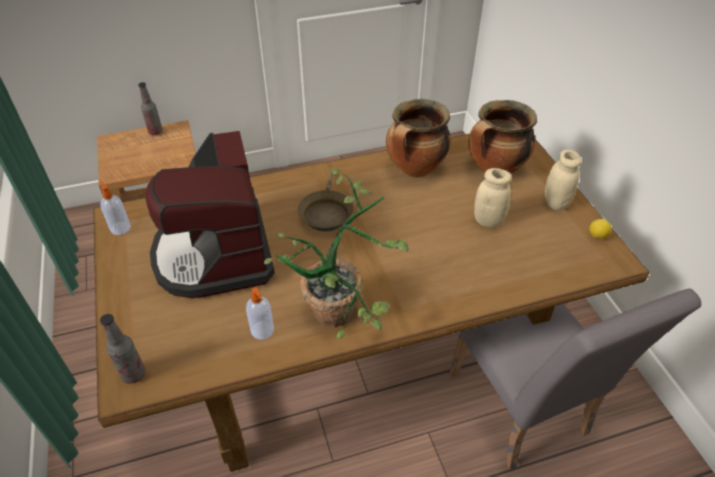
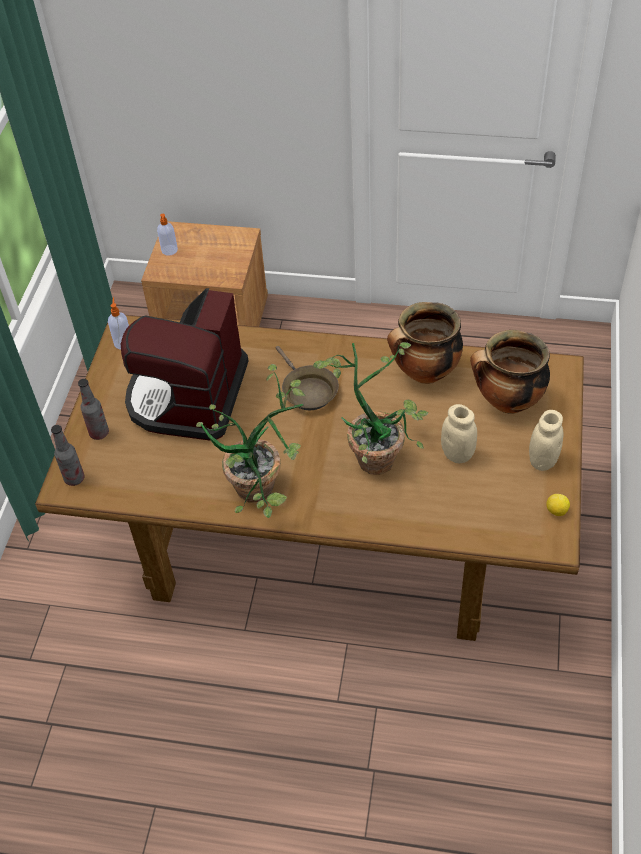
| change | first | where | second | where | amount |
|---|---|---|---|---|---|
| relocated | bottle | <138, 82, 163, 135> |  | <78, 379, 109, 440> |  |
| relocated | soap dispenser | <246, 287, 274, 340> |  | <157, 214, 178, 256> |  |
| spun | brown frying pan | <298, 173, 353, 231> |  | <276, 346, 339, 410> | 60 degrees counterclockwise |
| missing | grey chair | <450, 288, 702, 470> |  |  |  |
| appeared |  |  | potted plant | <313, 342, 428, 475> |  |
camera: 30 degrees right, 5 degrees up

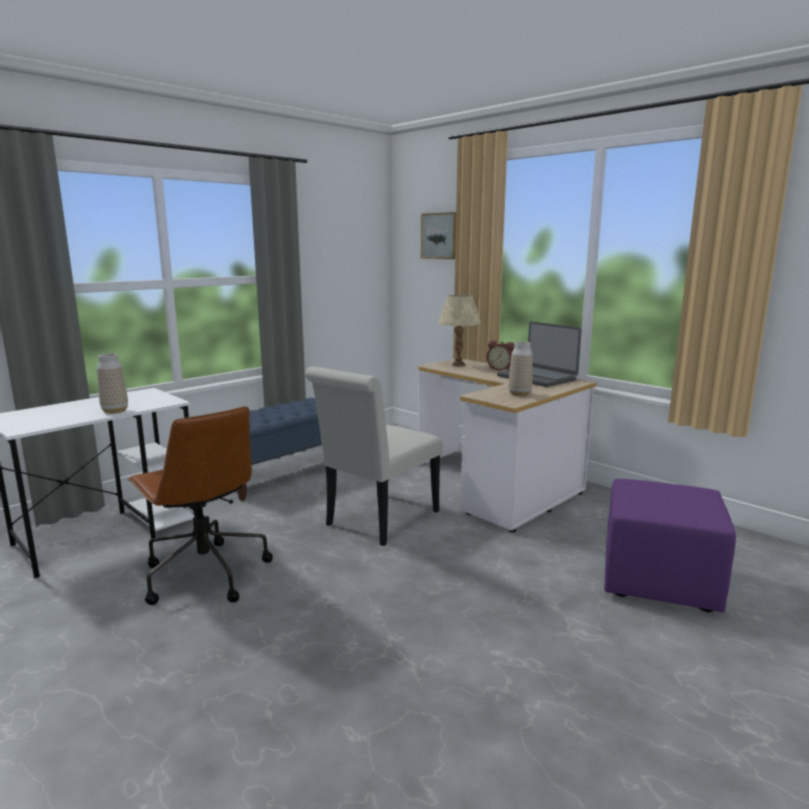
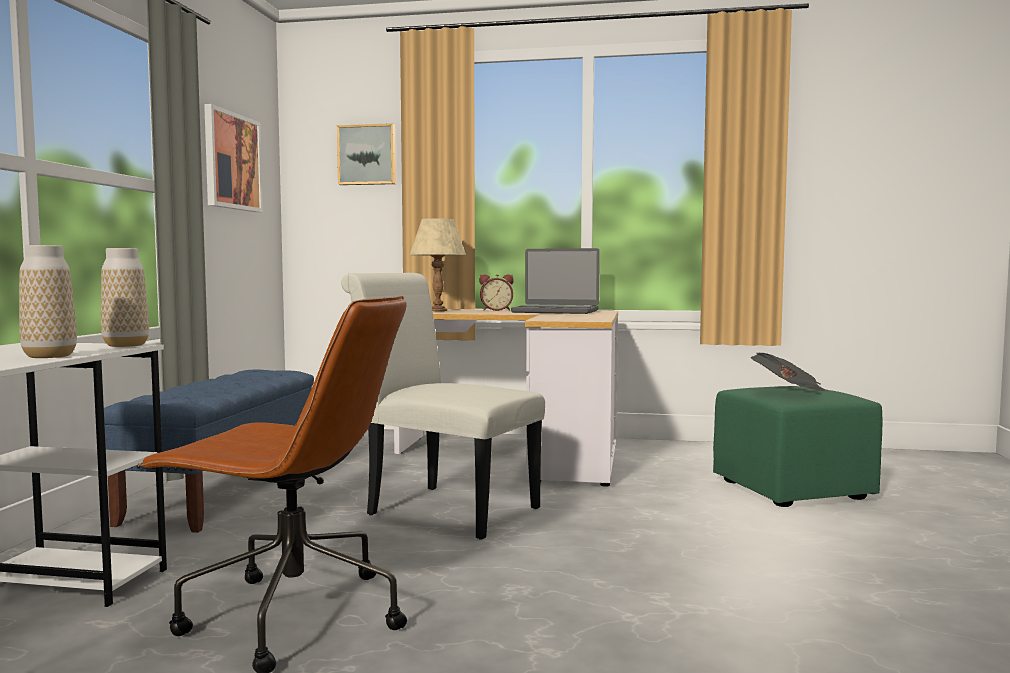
| change | first | where | second | where | amount |
|---|---|---|---|---|---|
| spun | white chair | <305, 367, 443, 546> |  | <341, 273, 545, 540> | 120 degrees clockwise |
| relocated | vase | <509, 342, 533, 396> |  | <101, 248, 149, 347> |  |
| colour | purple ottoman | <604, 479, 736, 613> | green ottoman | <713, 386, 882, 507> |  |
| appeared |  |  | picture | <204, 104, 263, 212> |  |
| appeared |  |  | newspaper | <751, 353, 827, 391> |  |
camera: 35 degrees left, 10 degrees down

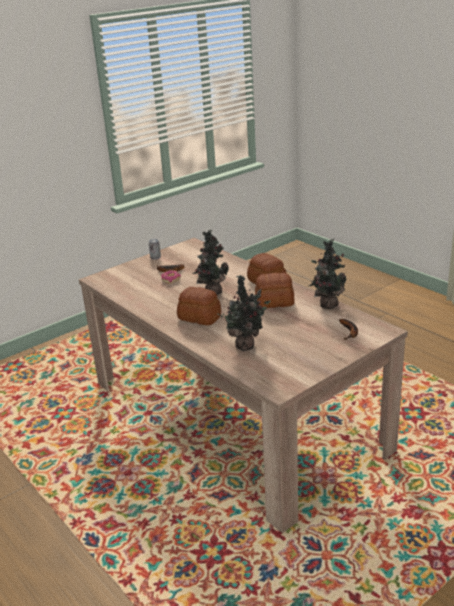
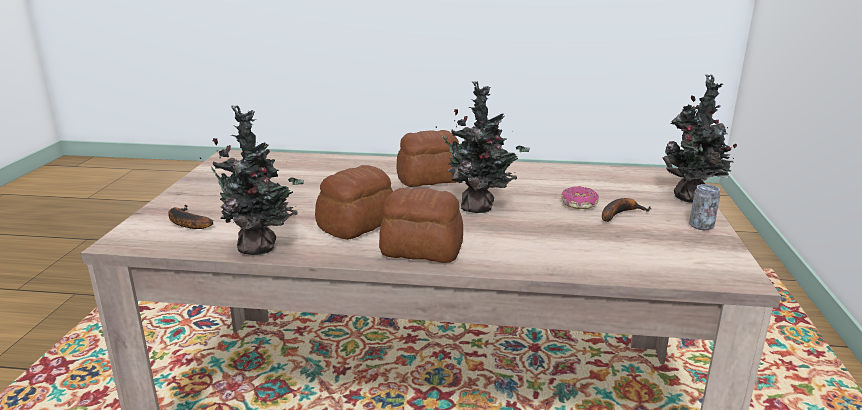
| change | first | where | second | where | amount |
|---|---|---|---|---|---|
| relocated | potted plant | <217, 275, 271, 351> |  | <662, 74, 737, 203> |  |
camera: 135 degrees right, 5 degrees down

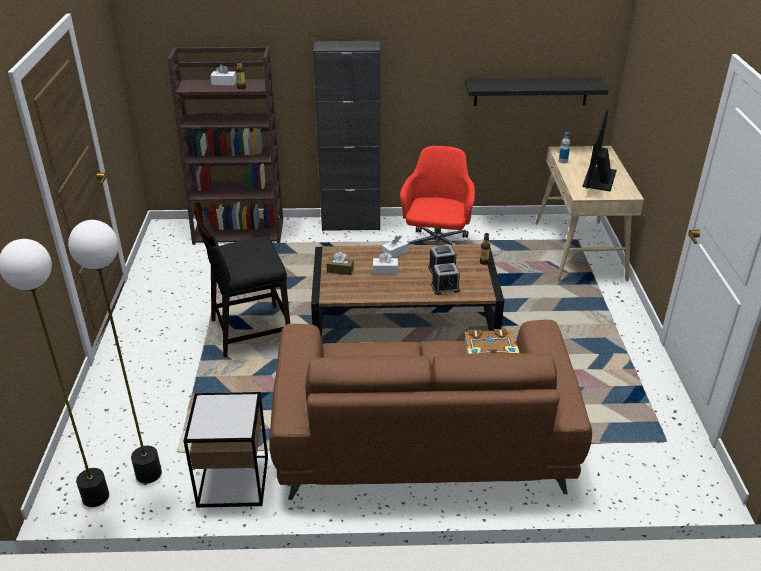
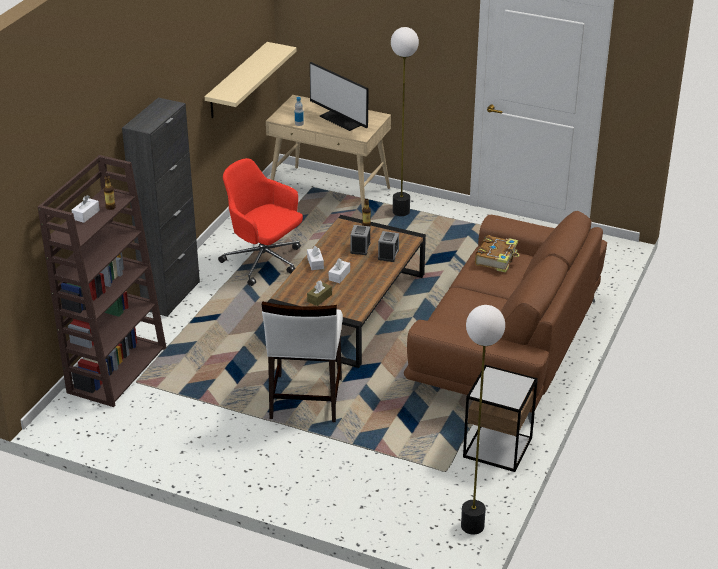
| change | first | where | second | where | amount |
|---|---|---|---|---|---|
| relocated | floor lamp | <68, 220, 162, 484> |  | <391, 27, 419, 216> |  |
| colour | black chair | <194, 202, 290, 357> | white chair | <262, 301, 343, 422> |  |
| colour | black shelf | <465, 77, 609, 106> | beige shelf | <205, 42, 297, 118> |  |
camera: 65 degrees left, 0 degrees up

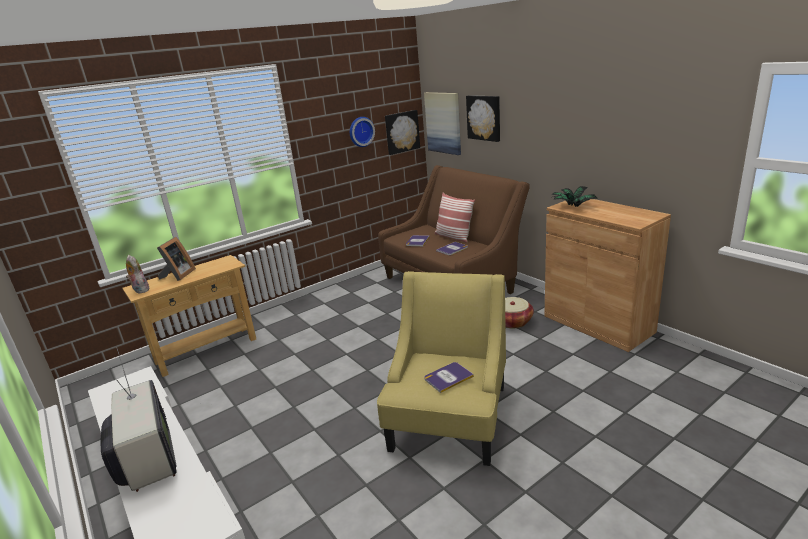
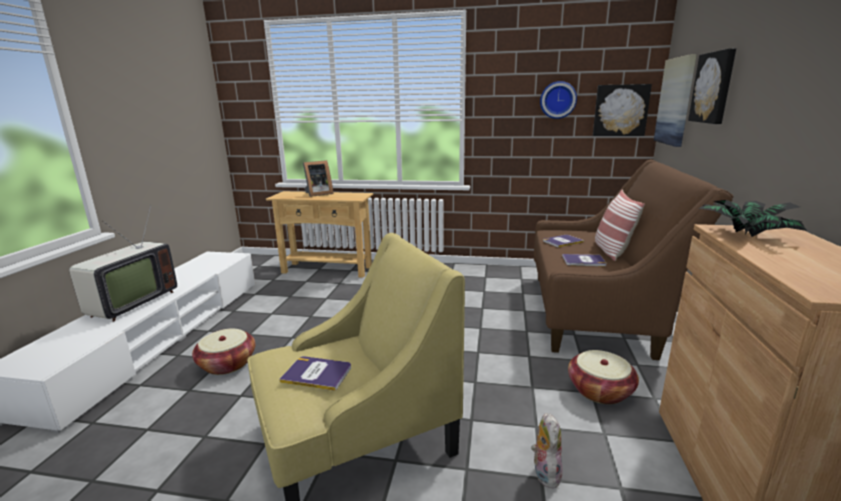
| change | first | where | second | where | amount |
|---|---|---|---|---|---|
| relocated | plush toy | <126, 255, 150, 294> |  | <531, 413, 563, 488> |  |
| appeared |  |  | basket | <192, 328, 255, 375> |  |
camera: 45 degrees right, 5 degrees down

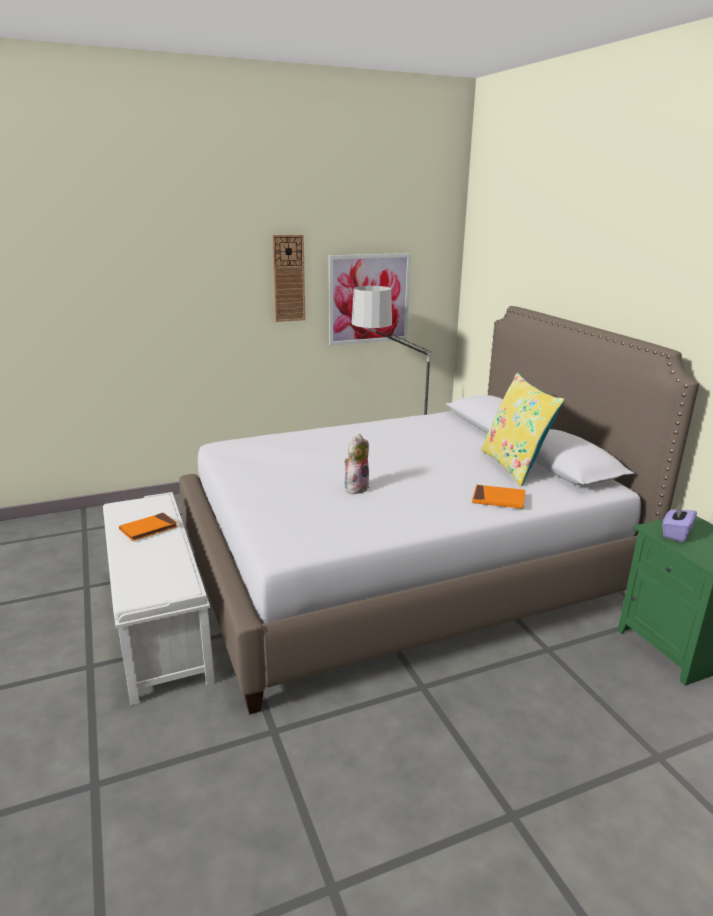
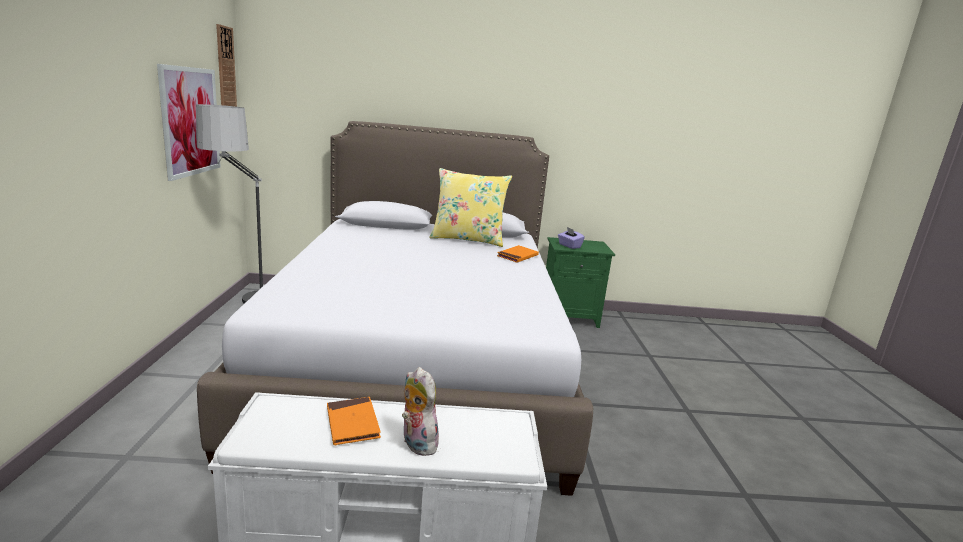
| change | first | where | second | where | amount |
|---|---|---|---|---|---|
| relocated | wall clock | <272, 235, 305, 322> |  | <216, 24, 237, 107> |  |
| relocated | plush toy | <344, 434, 370, 494> |  | <402, 367, 439, 456> |  |
camera: 70 degrees left, 5 degrees down

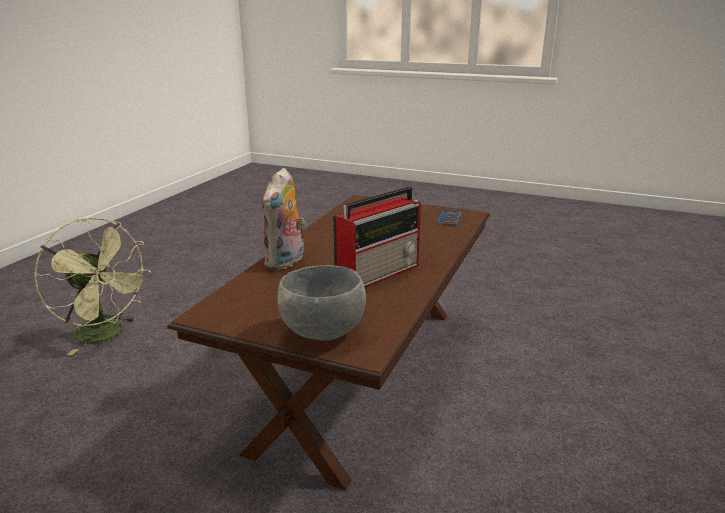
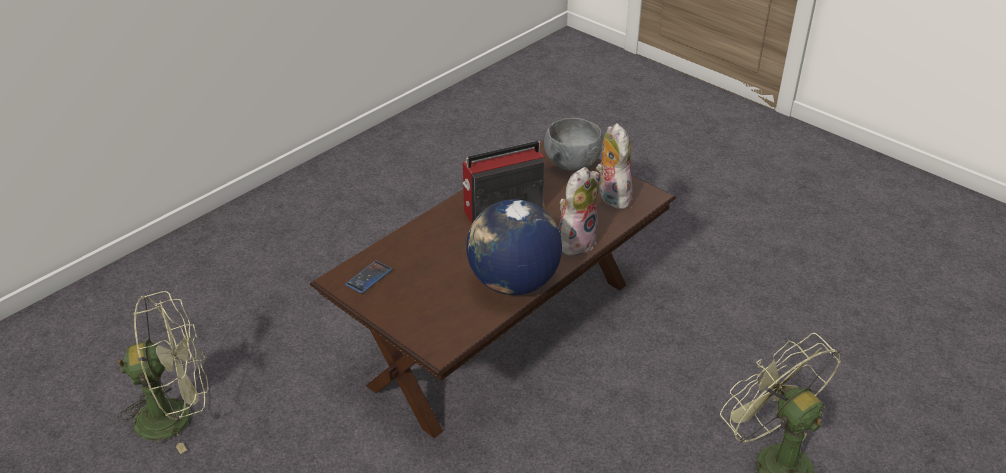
| change | first | where | second | where | amount |
|---|---|---|---|---|---|
| appeared |  |  | green fan | <118, 291, 209, 454> |  |
| appeared |  |  | globe | <466, 199, 562, 295> |  |
| appeared |  |  | plush toy | <596, 123, 633, 209> |  |
camera: 160 degrees left, 15 degrees up

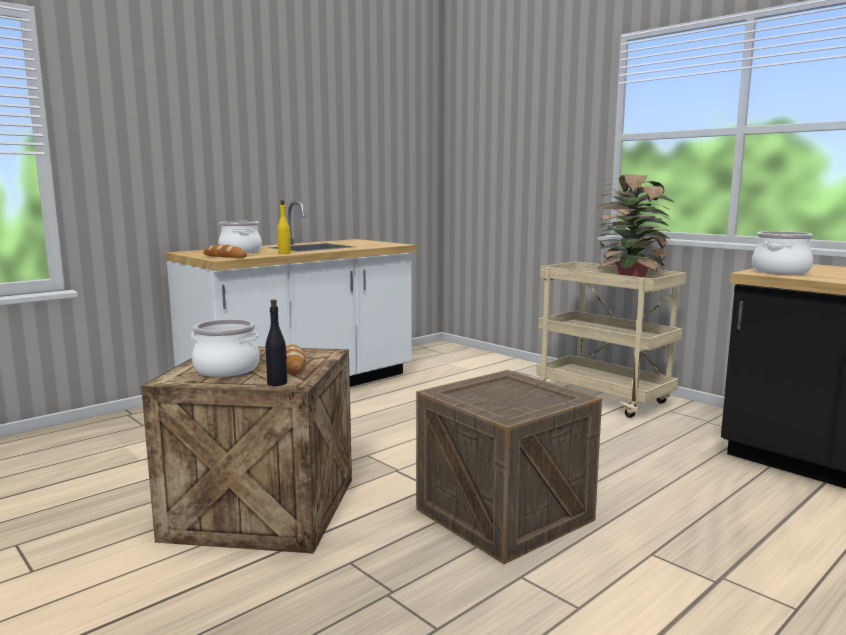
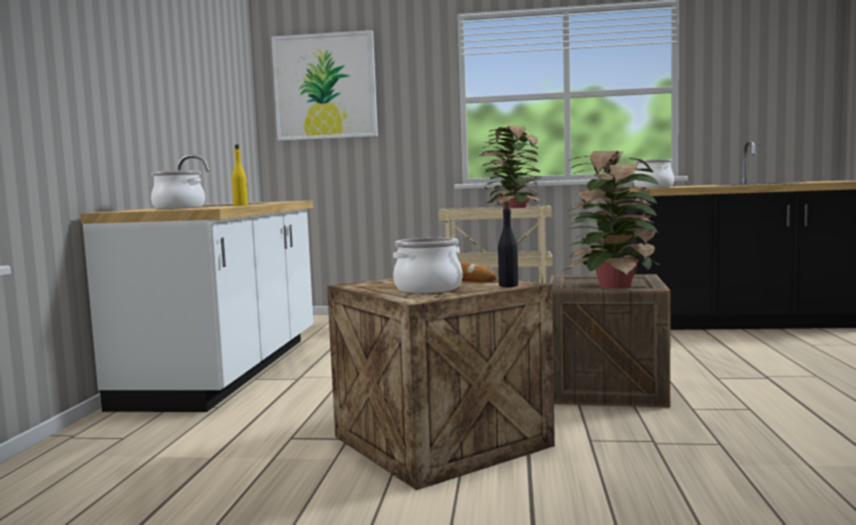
| change | first | where | second | where | amount |
|---|---|---|---|---|---|
| missing | bread | <203, 244, 247, 258> |  |  |  |
| appeared |  |  | picture | <271, 30, 378, 141> |  |
| appeared |  |  | potted plant | <563, 151, 663, 288> |  |
camera: 40 degrees left, 5 degrees down

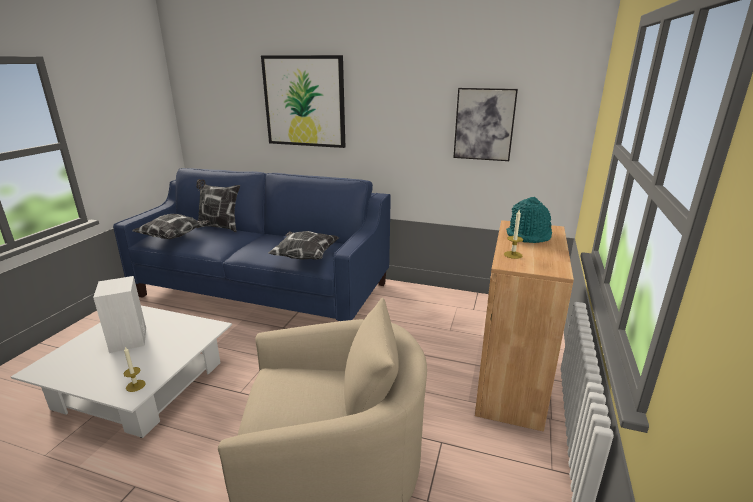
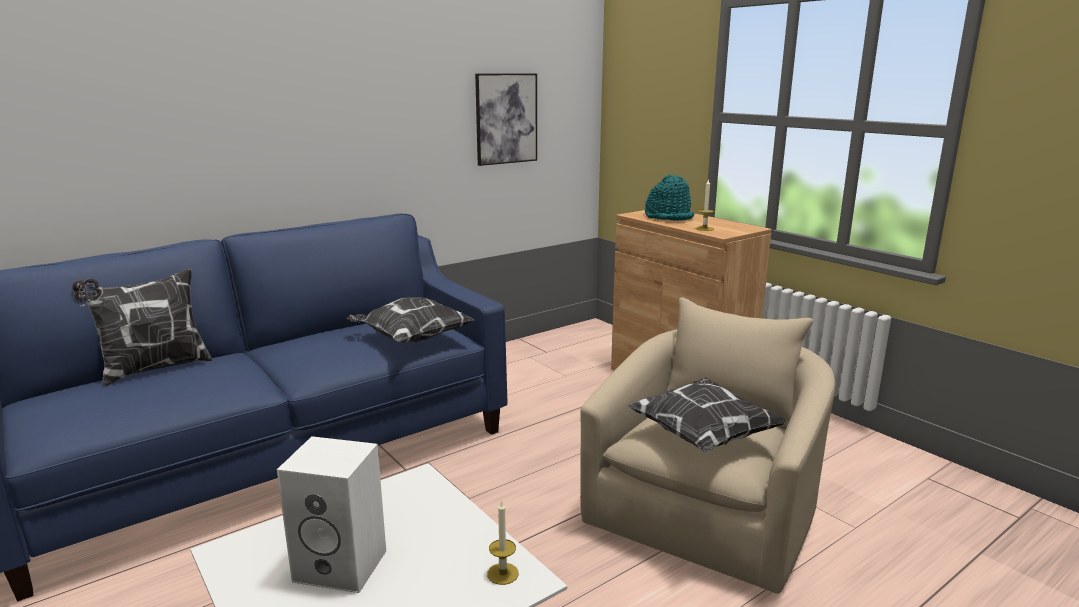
| change | first | where | second | where | amount |
|---|---|---|---|---|---|
| relocated | pillow | <133, 214, 210, 239> |  | <627, 377, 787, 453> |  |
| missing | picture | <261, 55, 345, 148> |  |  |  |
camera: 55 degrees left, 5 degrees down

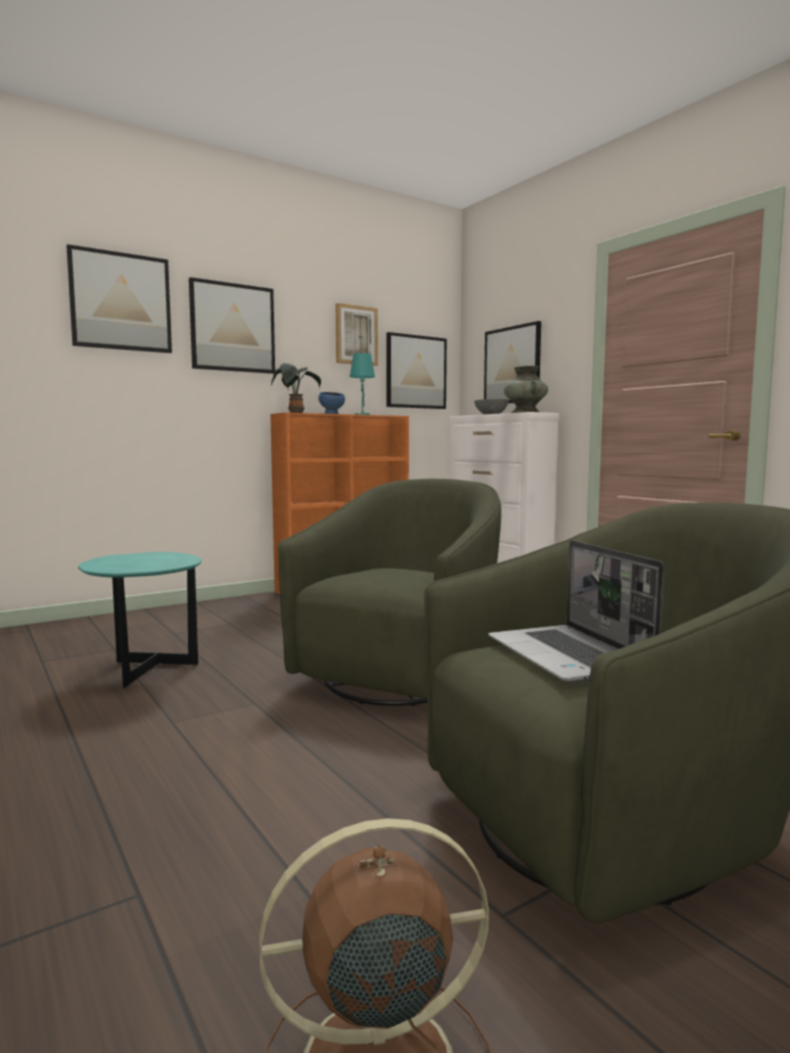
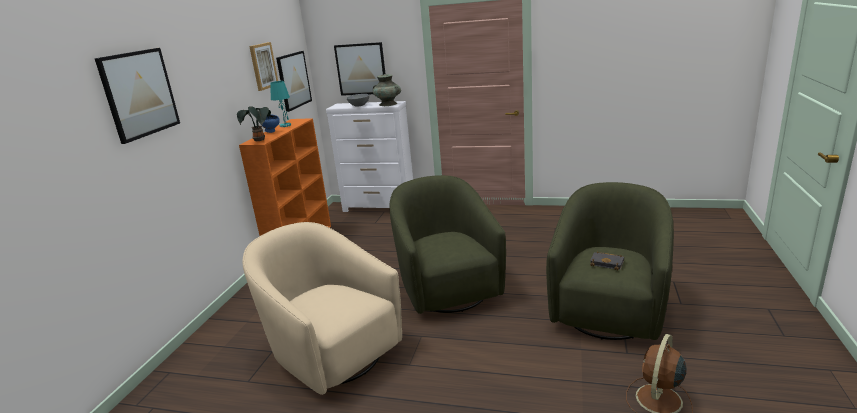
| change | first | where | second | where | amount |
|---|---|---|---|---|---|
| exchanged | turquoise side table | <78, 552, 201, 689> | beige armchair | <242, 222, 402, 395> |  |
| missing | picture | <189, 277, 275, 374> |  |  |  |
| exchanged | laptop | <488, 540, 664, 683> | black book | <590, 251, 624, 270> |  |
camera: 40 degrees left, 15 degrees up

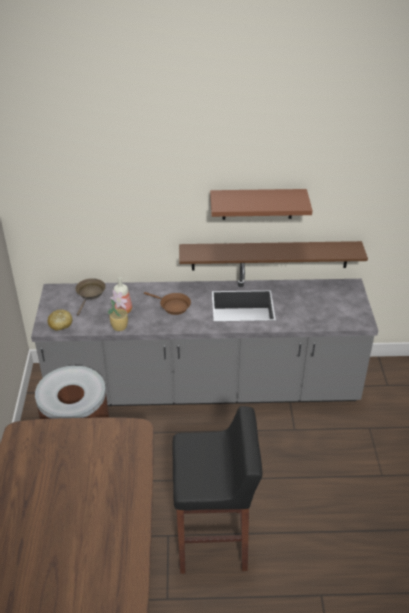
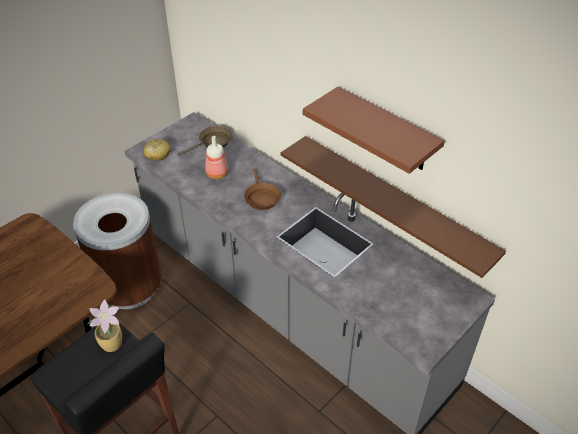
| change | first | where | second | where | amount |
|---|---|---|---|---|---|
| relocated | potted plant | <108, 290, 128, 331> |  | <87, 299, 122, 352> |  |
camera: 45 degrees right, 5 degrees up

